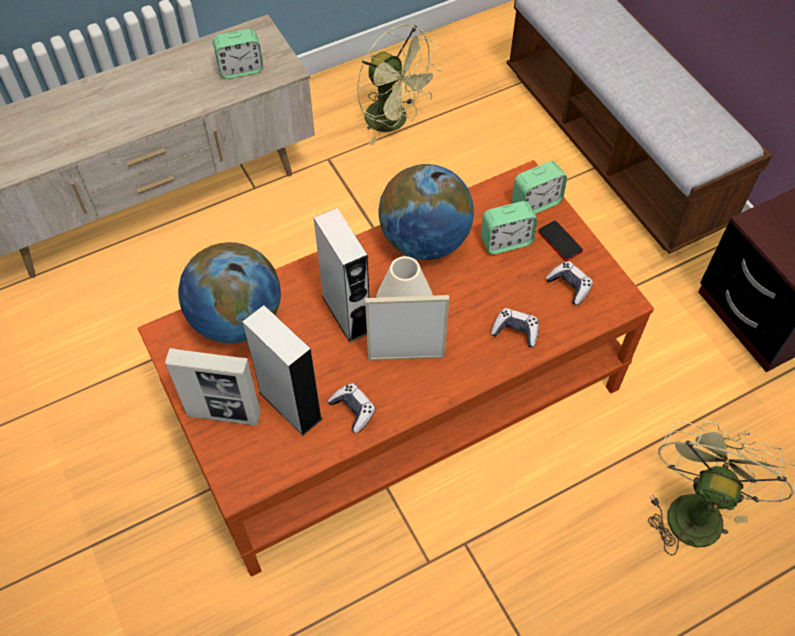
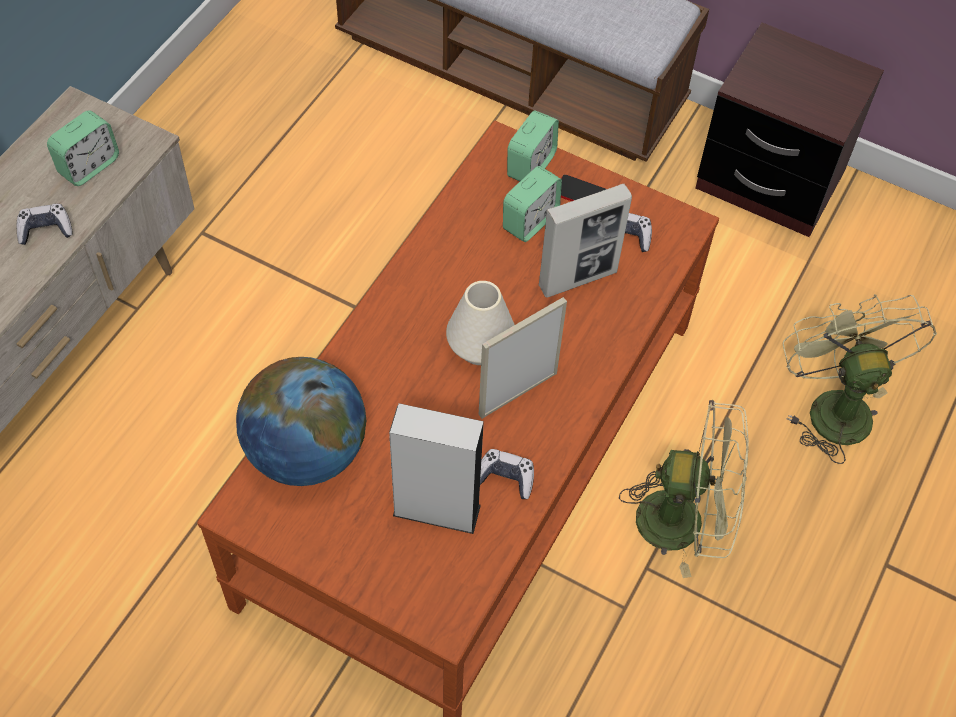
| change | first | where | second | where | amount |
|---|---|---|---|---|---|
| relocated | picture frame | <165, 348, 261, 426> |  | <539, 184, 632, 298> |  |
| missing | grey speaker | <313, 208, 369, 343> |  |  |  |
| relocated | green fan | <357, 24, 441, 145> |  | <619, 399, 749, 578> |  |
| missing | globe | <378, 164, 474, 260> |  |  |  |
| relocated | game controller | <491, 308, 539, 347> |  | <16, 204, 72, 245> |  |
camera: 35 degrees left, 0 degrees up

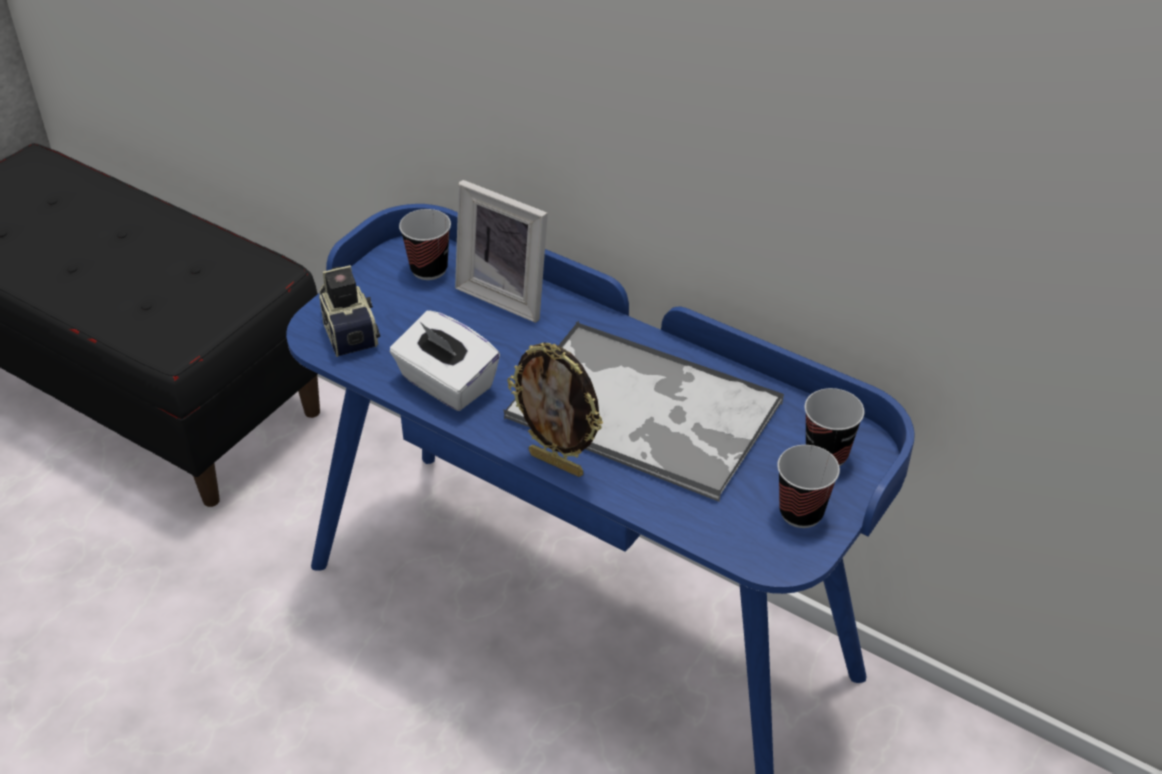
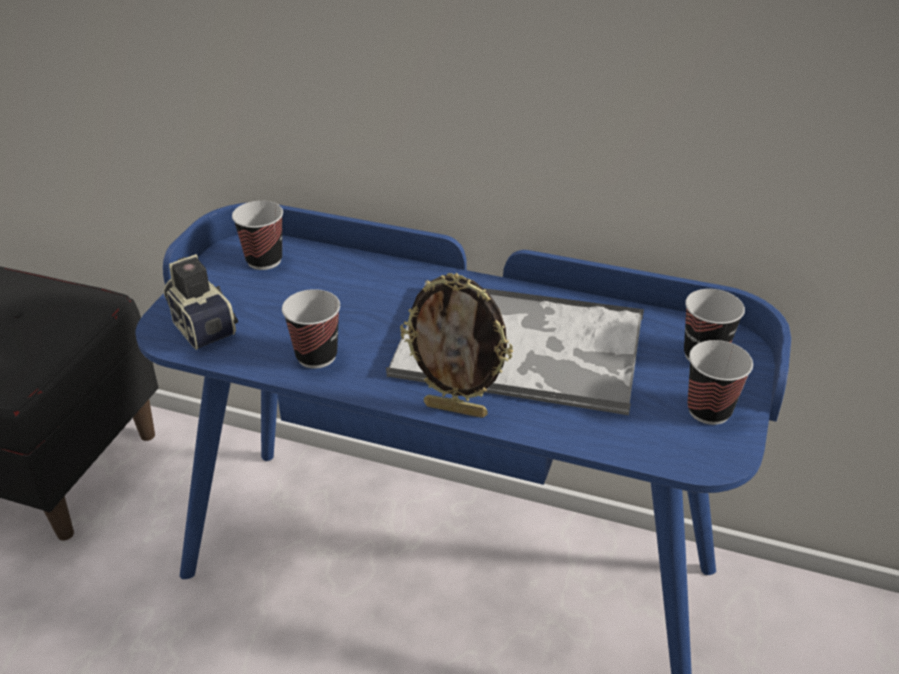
| change | first | where | second | where | amount |
|---|---|---|---|---|---|
| exchanged | white tissue box | <390, 310, 500, 411> | cup | <282, 289, 340, 369> |  |
| missing | picture frame | <455, 180, 548, 323> |  |  |  |
camera: 15 degrees left, 5 degrees down

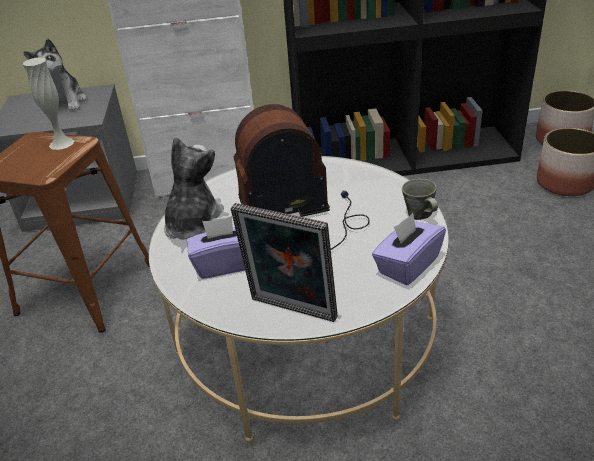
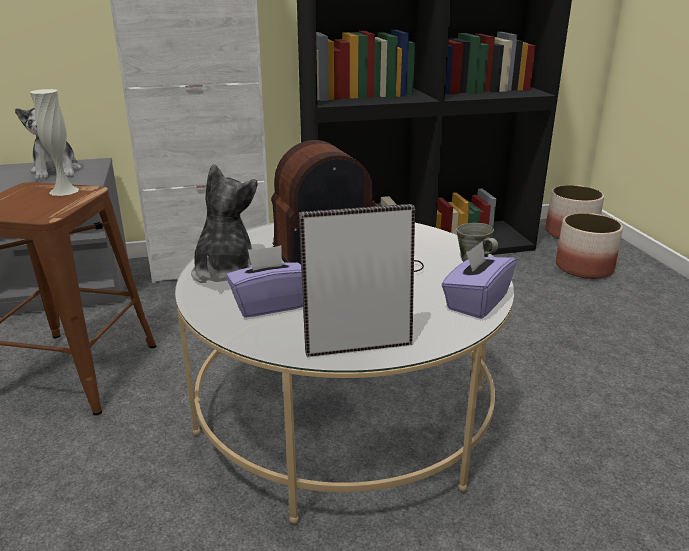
| change | first | where | second | where | amount |
|---|---|---|---|---|---|
| spun | picture frame | <231, 203, 338, 322> |  | <299, 204, 415, 357> | 150 degrees clockwise |
camera: 10 degrees left, 10 degrees down

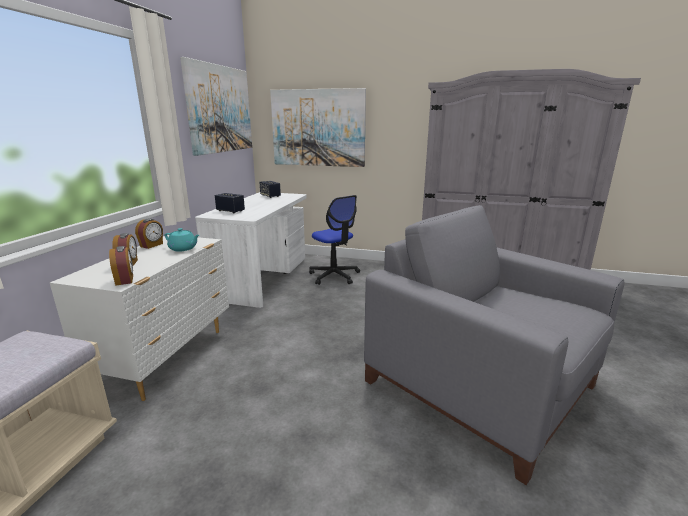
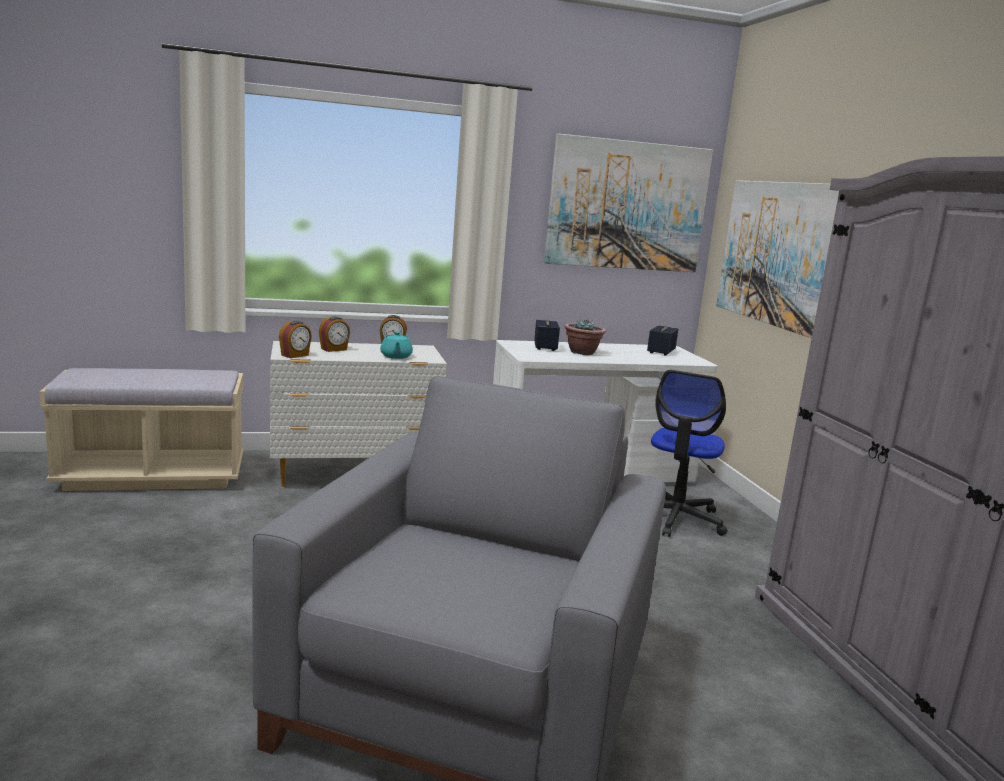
| change | first | where | second | where | amount |
|---|---|---|---|---|---|
| appeared |  |  | potted plant | <564, 319, 606, 355> |  |
camera: 60 degrees right, 5 degrees down

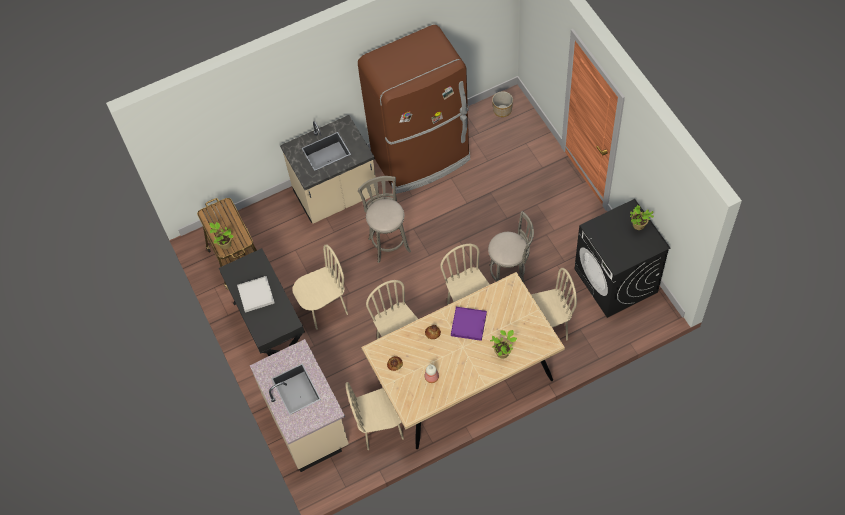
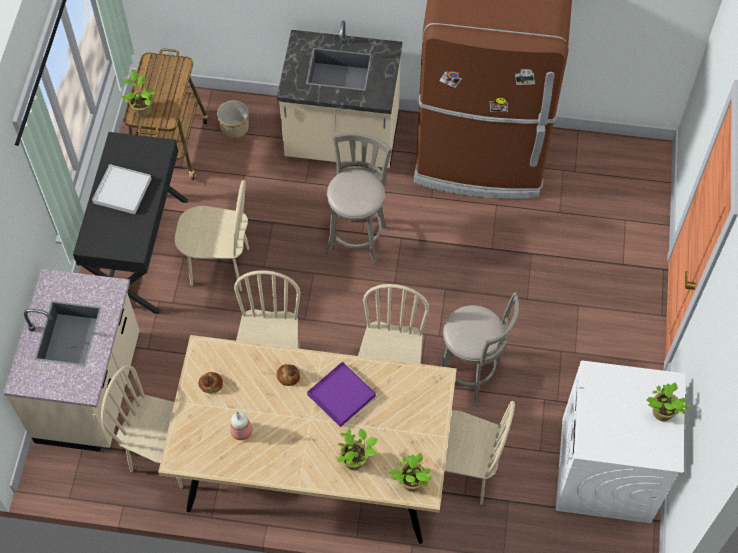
| change | first | where | second | where | amount |
|---|---|---|---|---|---|
| relocated | planter | <492, 91, 513, 117> |  | <217, 100, 249, 139> |  |
| colour | black washing machine | <574, 199, 671, 318> | white washing machine | <556, 361, 686, 523> |  |
| appeared |  |  | potted plant | <389, 453, 433, 492> |  |
camera: 30 degrees right, 0 degrees up

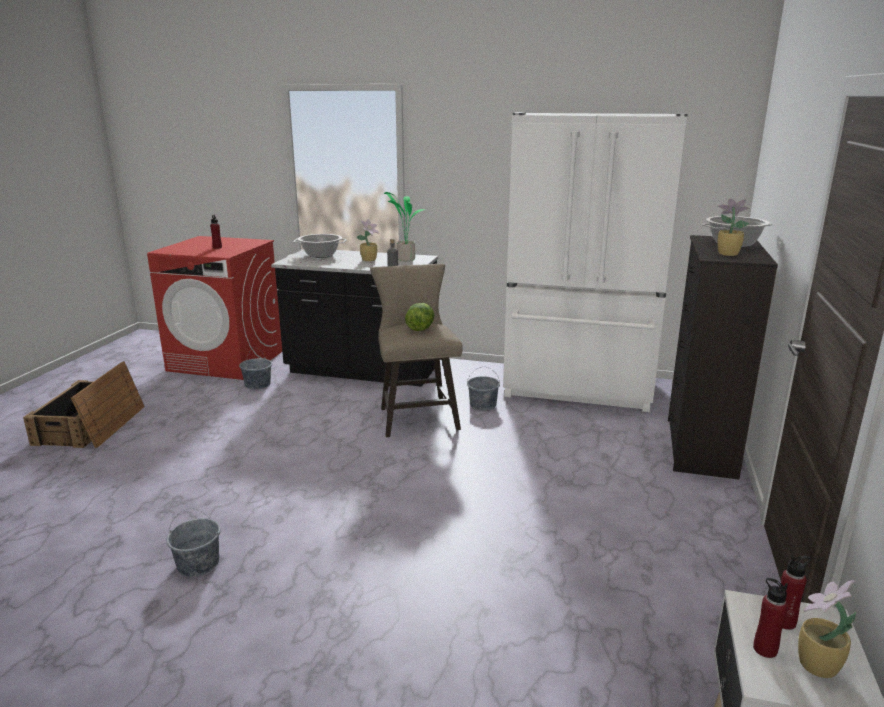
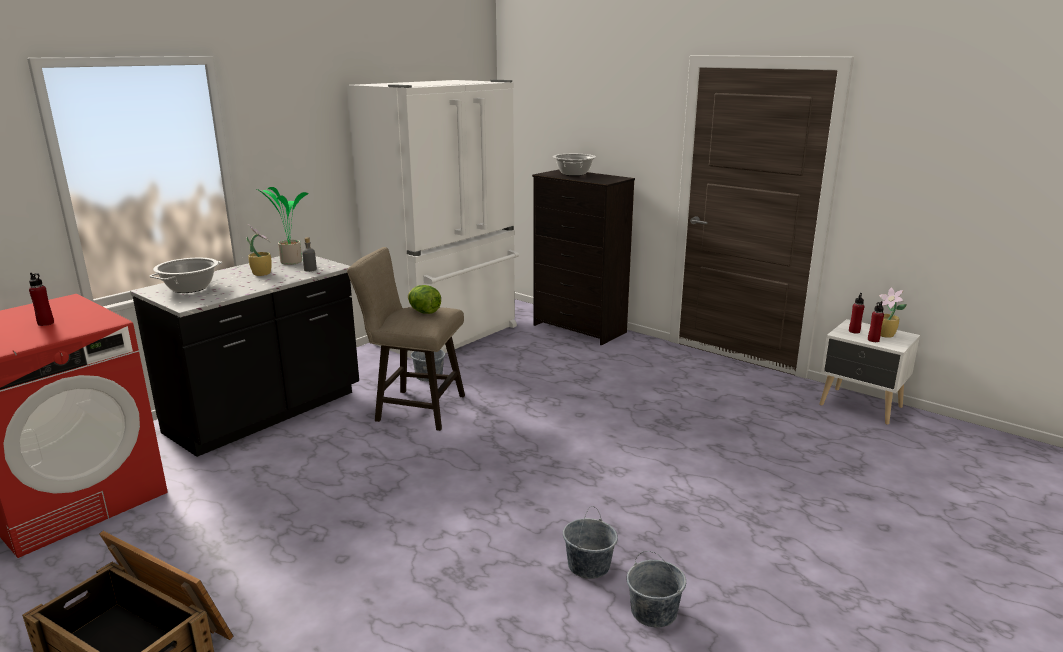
| change | first | where | second | where | amount |
|---|---|---|---|---|---|
| relocated | grey bucket | <239, 347, 272, 389> |  | <627, 551, 686, 628> |  |
| missing | potted plant | <717, 198, 750, 256> |  |  |  |
camera: 65 degrees left, 0 degrees up

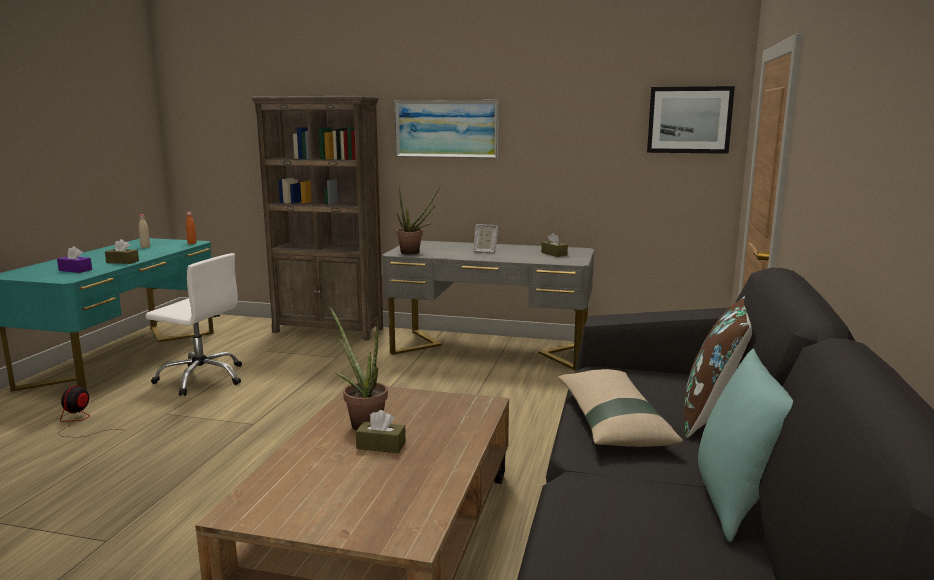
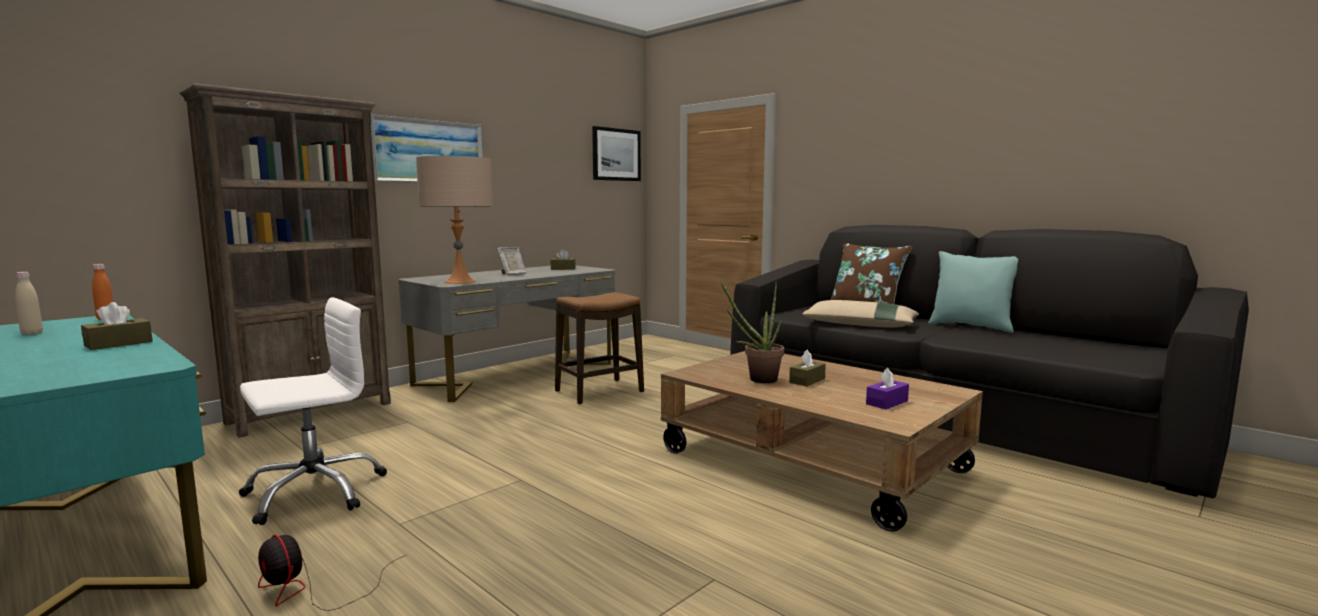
| change | first | where | second | where | amount |
|---|---|---|---|---|---|
| relocated | purple tissue box | <57, 246, 92, 273> |  | <866, 368, 909, 409> |  |
| exchanged | potted plant | <396, 185, 441, 255> | beige table lamp | <416, 156, 493, 284> |  |
| appeared |  |  | stool | <555, 292, 644, 404> |  |
camera: 60 degrees left, 5 degrees down

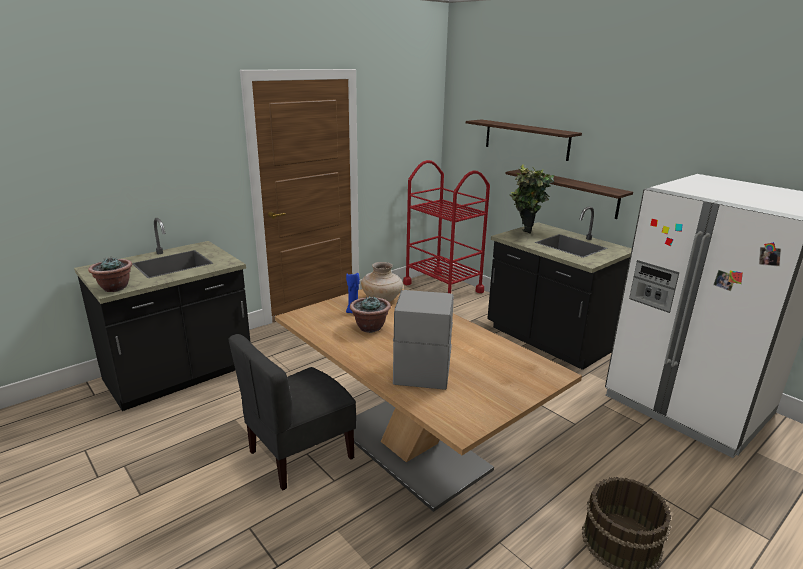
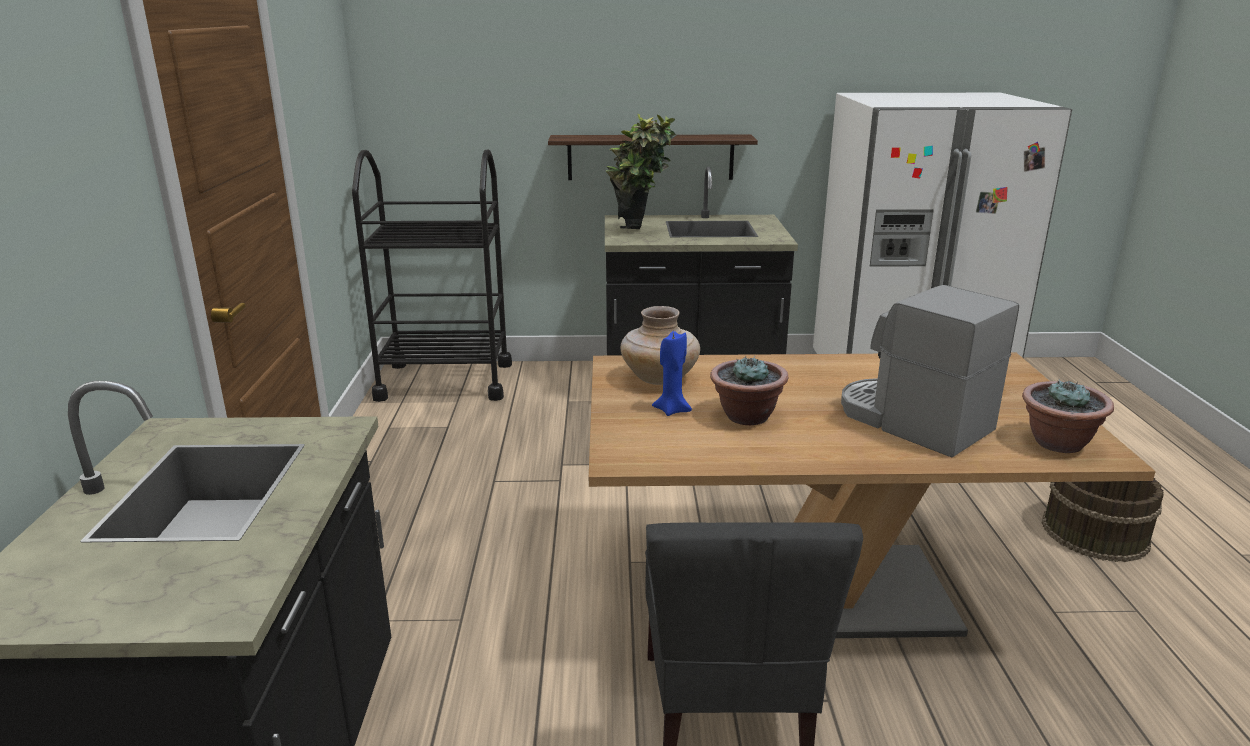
| change | first | where | second | where | amount |
|---|---|---|---|---|---|
| relocated | potted plant | <88, 256, 132, 292> |  | <1022, 379, 1114, 453> |  |
| colour | red cart | <403, 160, 490, 293> | black cart | <352, 150, 512, 402> |  |
| missing | shelf | <466, 119, 582, 161> |  |  |  |
camera: 50 degrees left, 0 degrees up

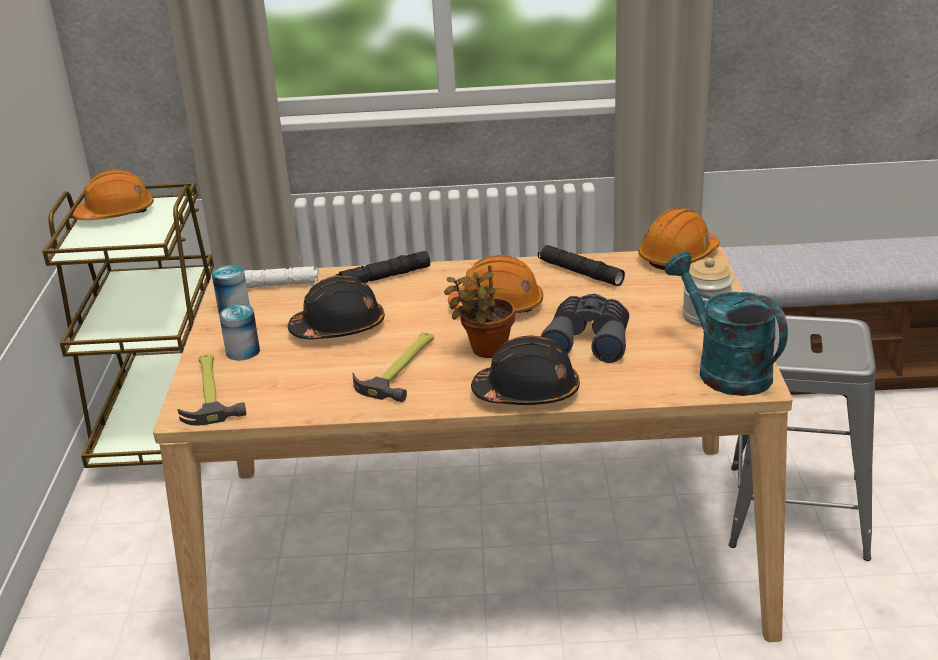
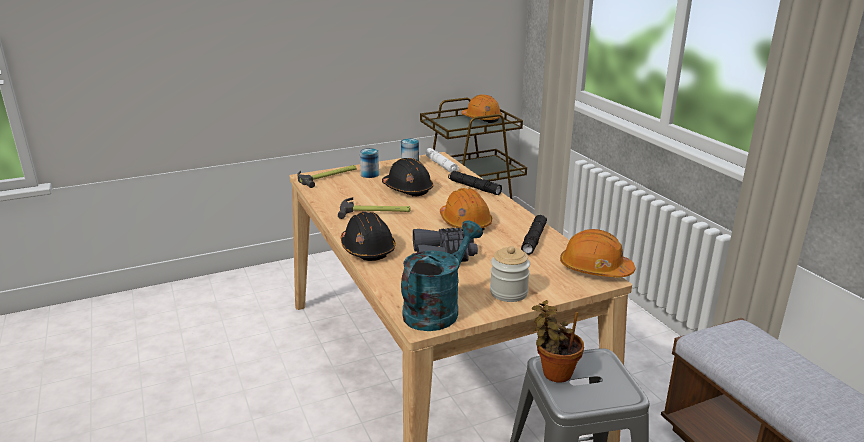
| change | first | where | second | where | amount |
|---|---|---|---|---|---|
| relocated | potted plant | <444, 265, 515, 358> |  | <532, 300, 584, 383> |  |
camera: 65 degrees right, 5 degrees down

